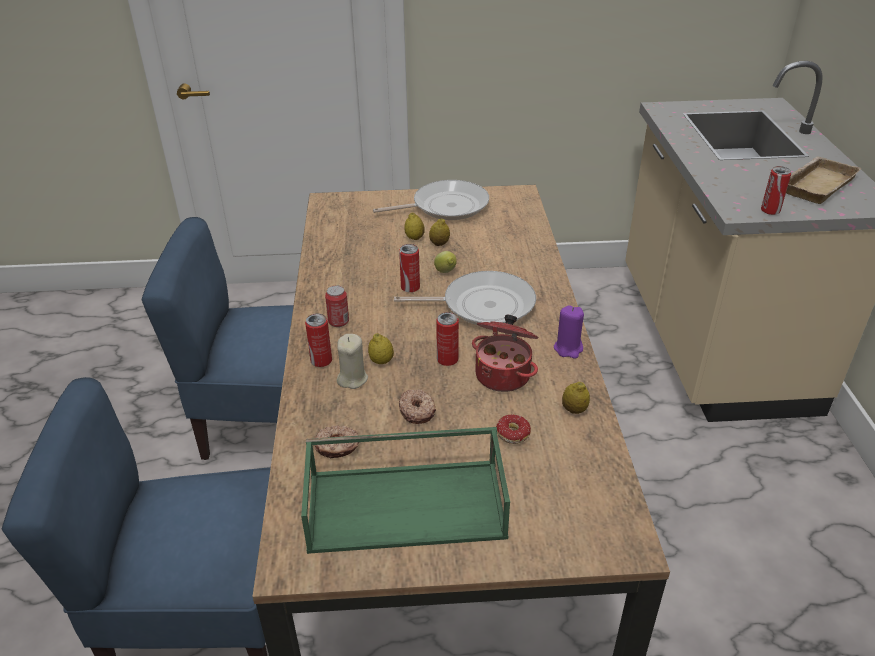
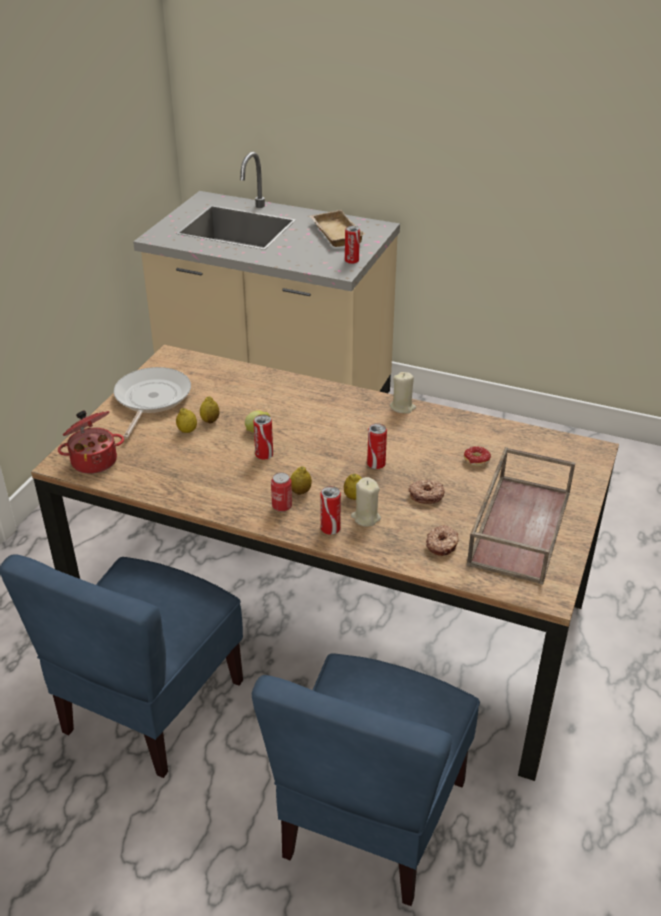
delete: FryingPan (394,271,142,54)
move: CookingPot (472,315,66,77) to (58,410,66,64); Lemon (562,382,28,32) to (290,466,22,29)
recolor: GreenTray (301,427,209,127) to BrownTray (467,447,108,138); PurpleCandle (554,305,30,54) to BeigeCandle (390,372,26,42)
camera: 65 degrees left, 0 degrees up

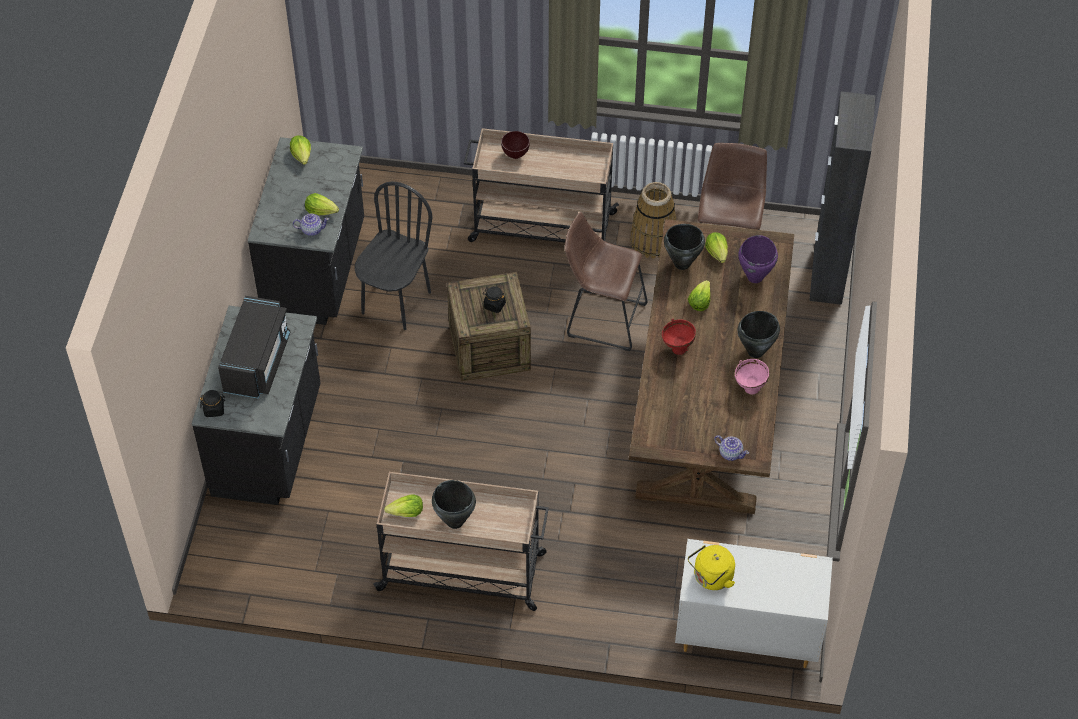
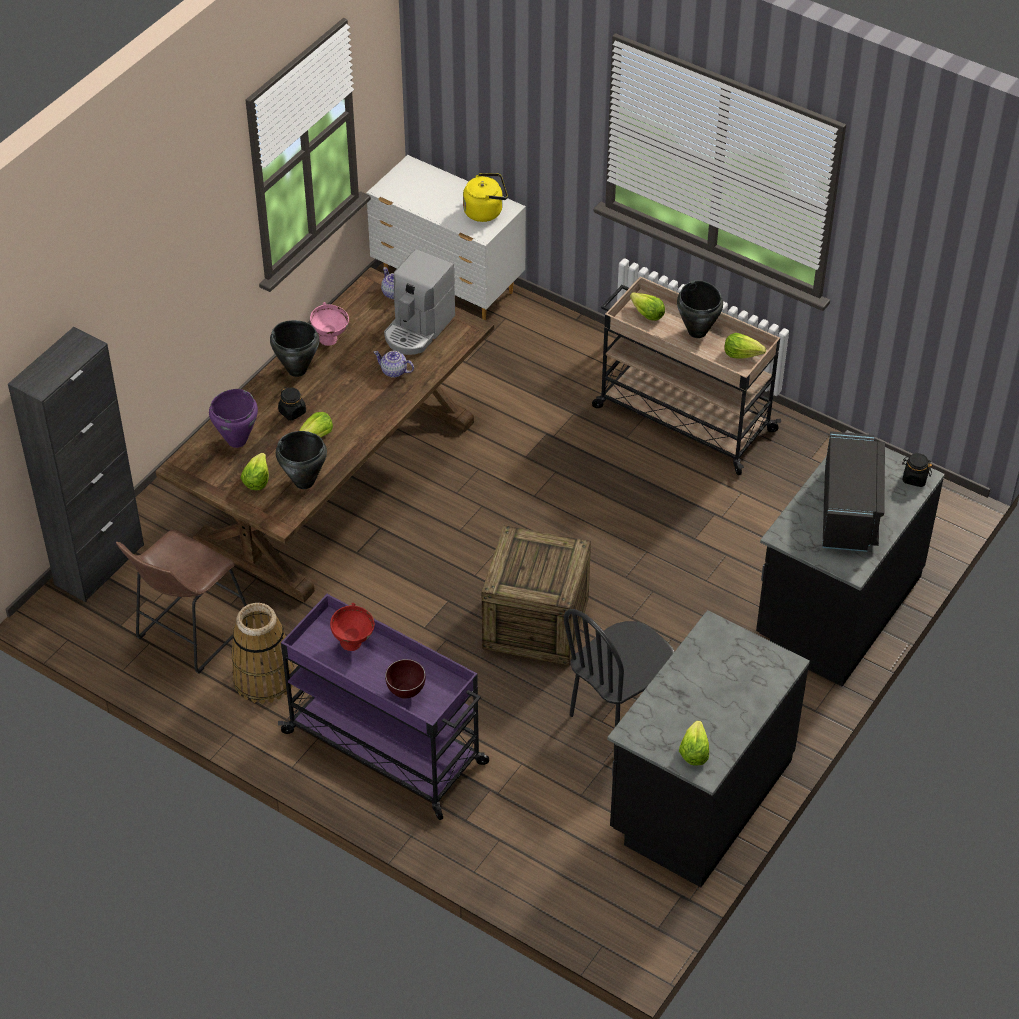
delete: BrownStool (565,212,82,139)
insert: CoffeeMachine (384,249,71,106)
move: Teapot (293,214,36,22) to (373,351,41,27); Lettuce (305,193,34,22) to (630,292,35,29); BlackJar (483,286,23,27) to (278,387,28,34); RedBowl (662,319,34,36) to (330,603,45,48)
recolor: BeigeCart (464,128,155,114) to PurpleCart (278,594,211,226)
rotate: BlackMicrowave (218,296,72,103) = (822,431,63,121) 150 degrees clockwise
camera: 155 degrees left, 5 degrees down

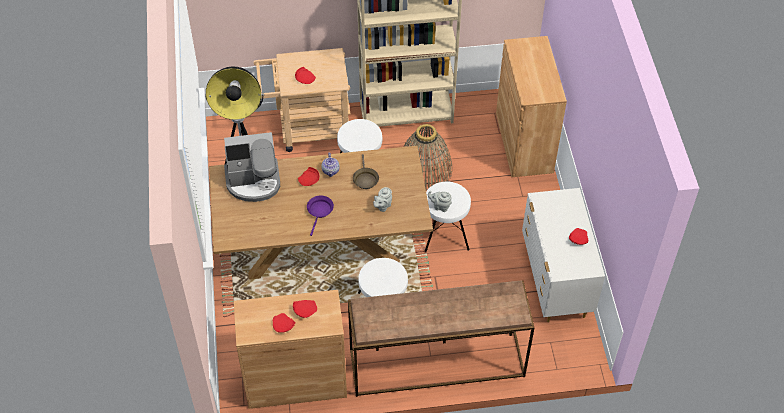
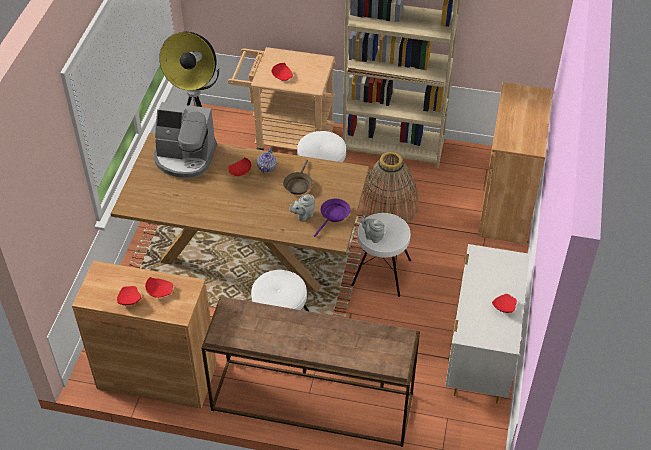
move: PurpleFryingPan (307,195,27,41) to (314,199,37,38)
camera: 20 degrees right, 5 degrees down

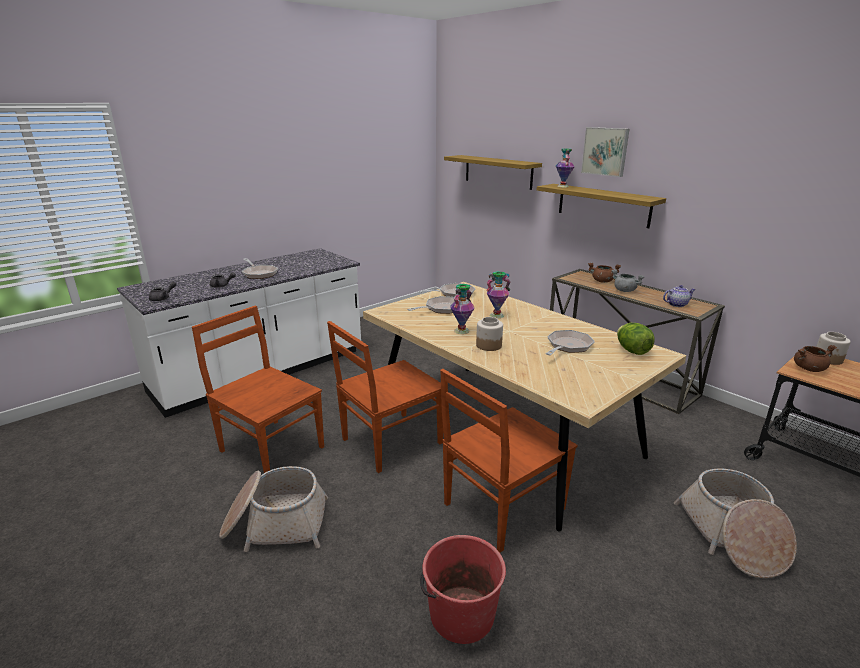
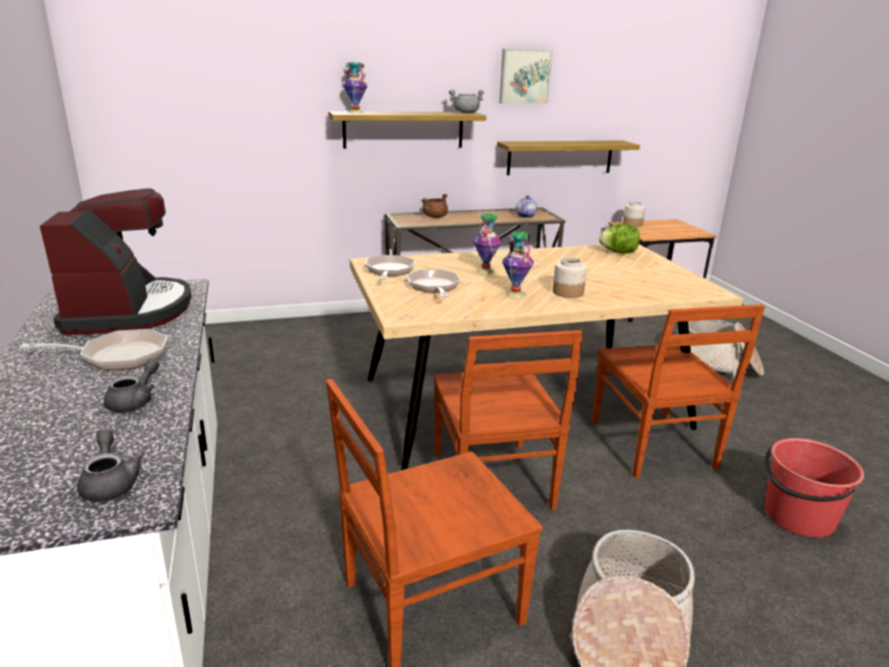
delete: FryingPan (545,330,50,25); BrownCookingPot (794,345,43,27)
insert: CoffeeMachine (40,188,152,147)
move: Shelf (444,155,98,35) to (497,141,143,34); Picture (581,127,49,50) to (499,49,54,55); GreyCookingPot (612,269,33,23) to (448,90,36,23)
camera: 65 degrees left, 0 degrees up

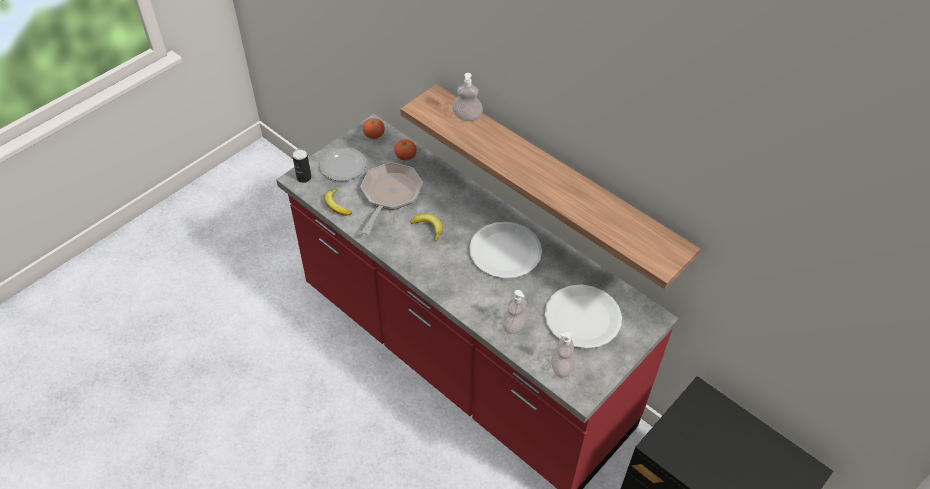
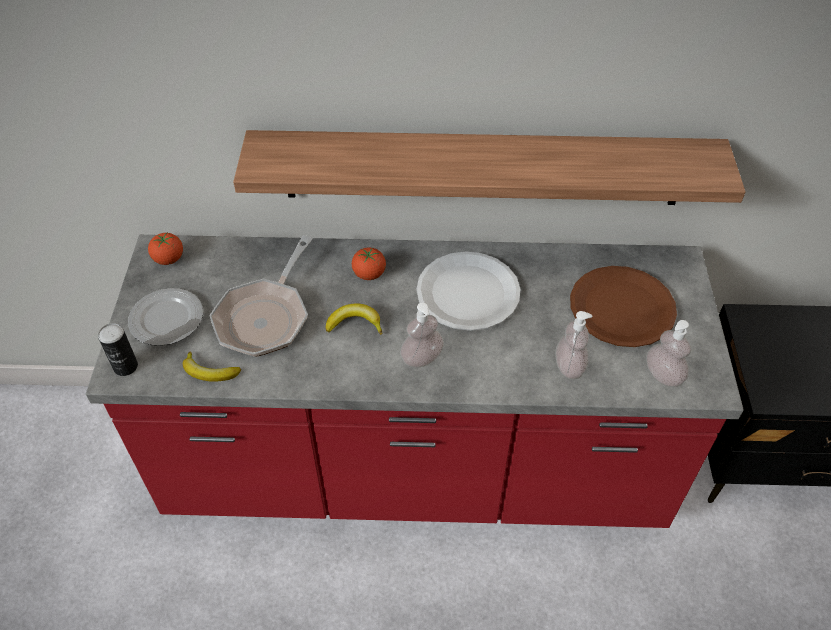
move: Tomato (395,139,22,22) to (352,248,34,32); SoapDispenser (452,73,31,48) to (400,302,44,66)
recolor: WhitePlate (545,285,77,64) to BrownPlate (570,266,107,81)
rotate: FryingPan (360,162,63,73) = (209,235,104,122) 135 degrees counterclockwise
camera: 40 degrees left, 0 degrees up

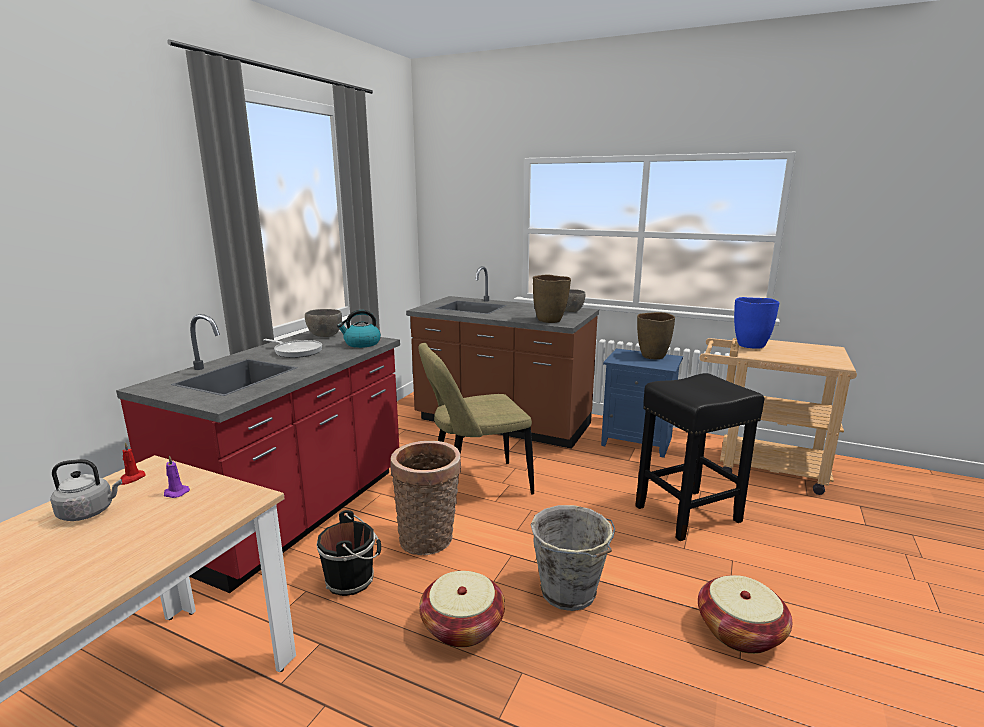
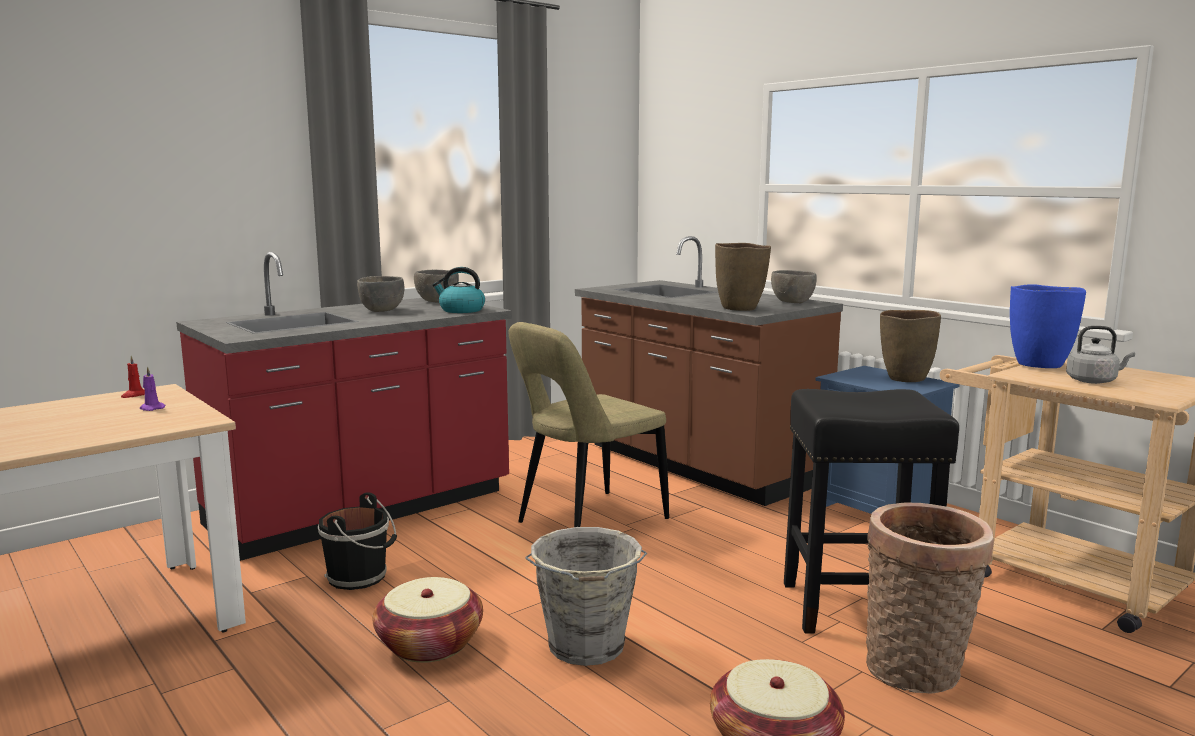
move: GreyKettle (50,459,72,62) to (1066,326,69,58); Basket (391,441,70,114) to (866,503,128,190)
replace: FryingPan (263,339,59,19) to GreyBowl (357,276,48,36)
rotate: BeigeChair (419,343,115,151) = (508,322,161,205) 45 degrees counterclockwise
camera: 25 degrees right, 5 degrees down

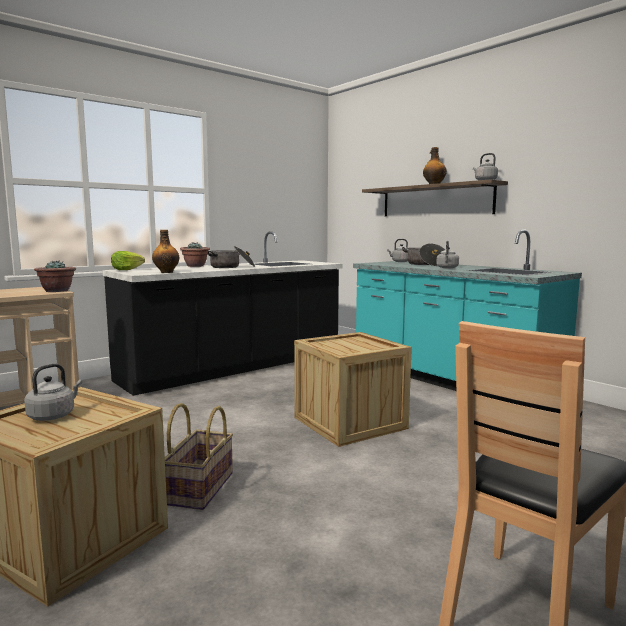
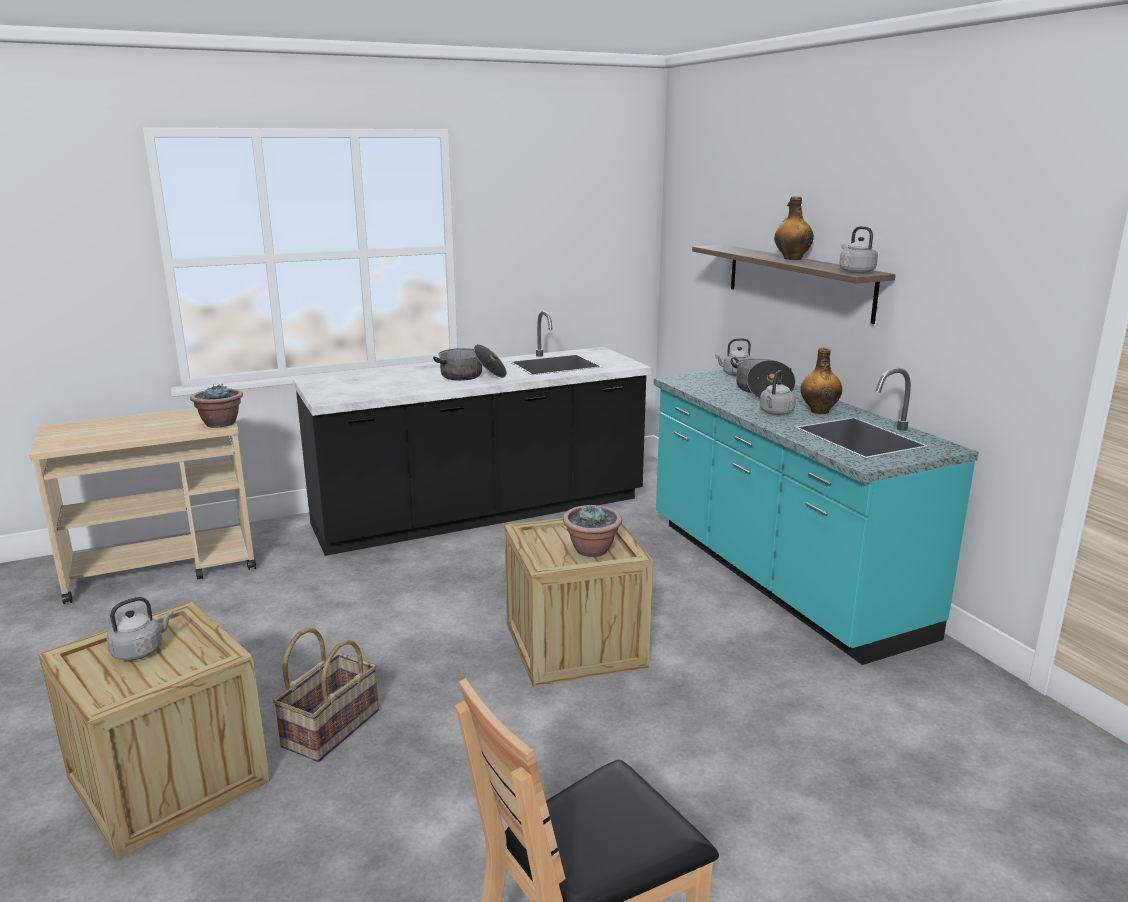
delete: Lettuce (111,251,34,19)
move: Bottle (152,230,28,43) to (801,348,41,66); PottedPlant (180,242,30,25) to (563,504,59,53)
camera: 15 degrees right, 10 degrees up

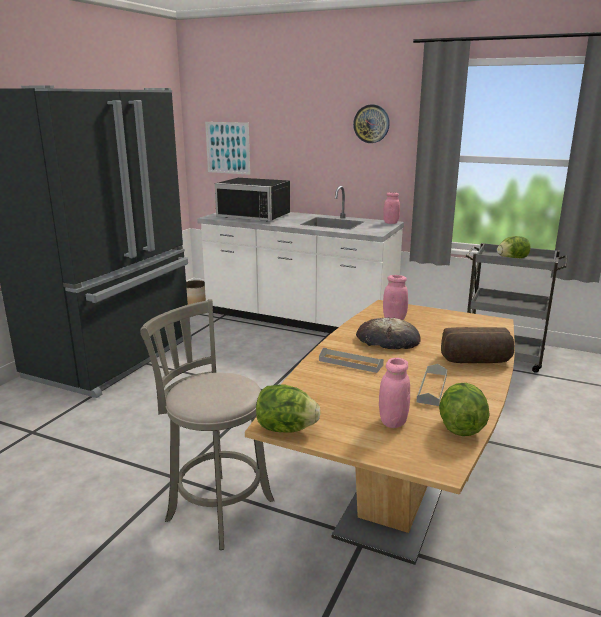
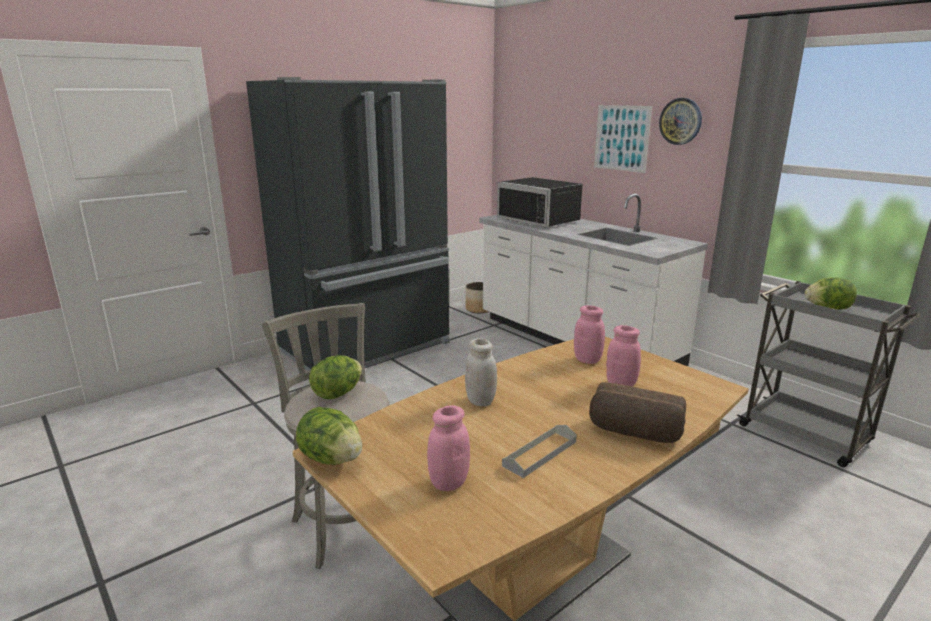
delete: Bread (356,318,65,31)
move: Picture (205,122,45,53) to (594,105,58,68); PinkJar (383,192,17,32) to (606,325,35,62); Lettuce (439,383,50,53) to (309,355,53,44)
replace: GreyTray (319,348,65,25) to WhiteJar (465,338,32,68)
camera: 25 degrees right, 0 degrees up

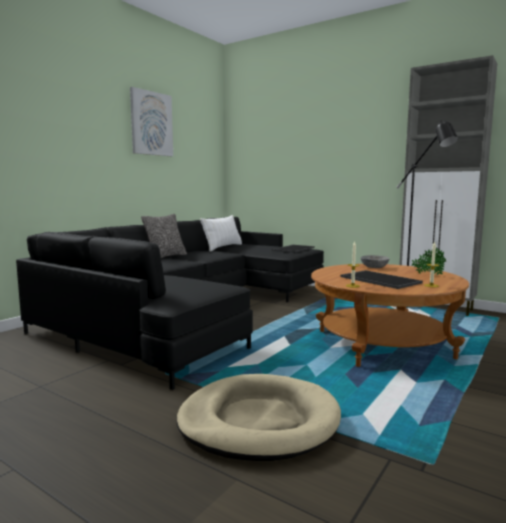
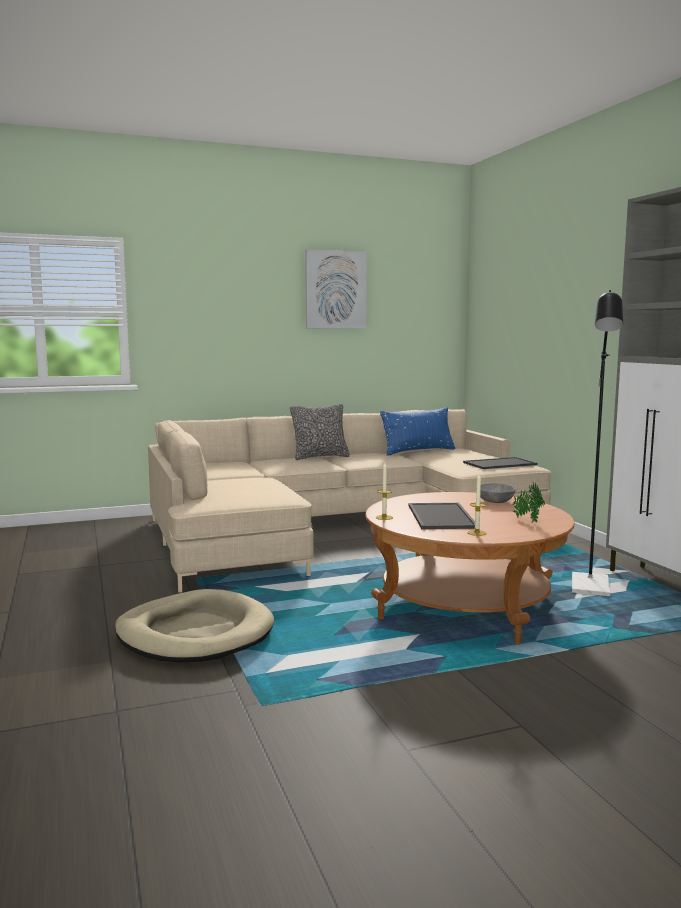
recolor: BlackSofa (16,217,308,173) to BeigeSofa (148,409,403,184); WhitePillow (200,215,42,37) to BluePillow (380,407,75,49)
camera: 35 degrees right, 0 degrees up

